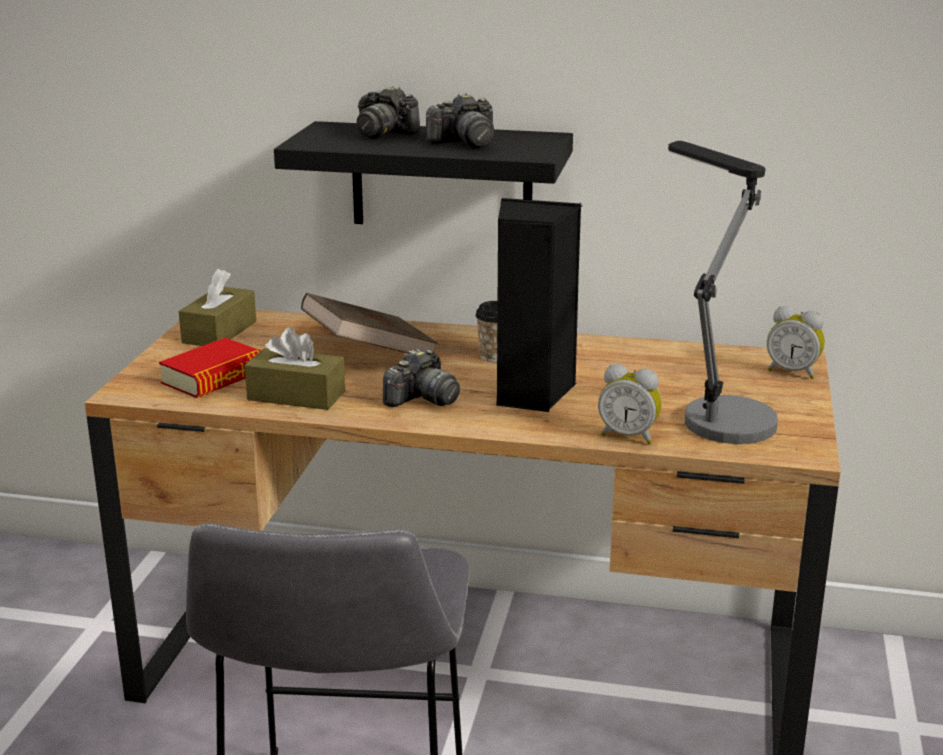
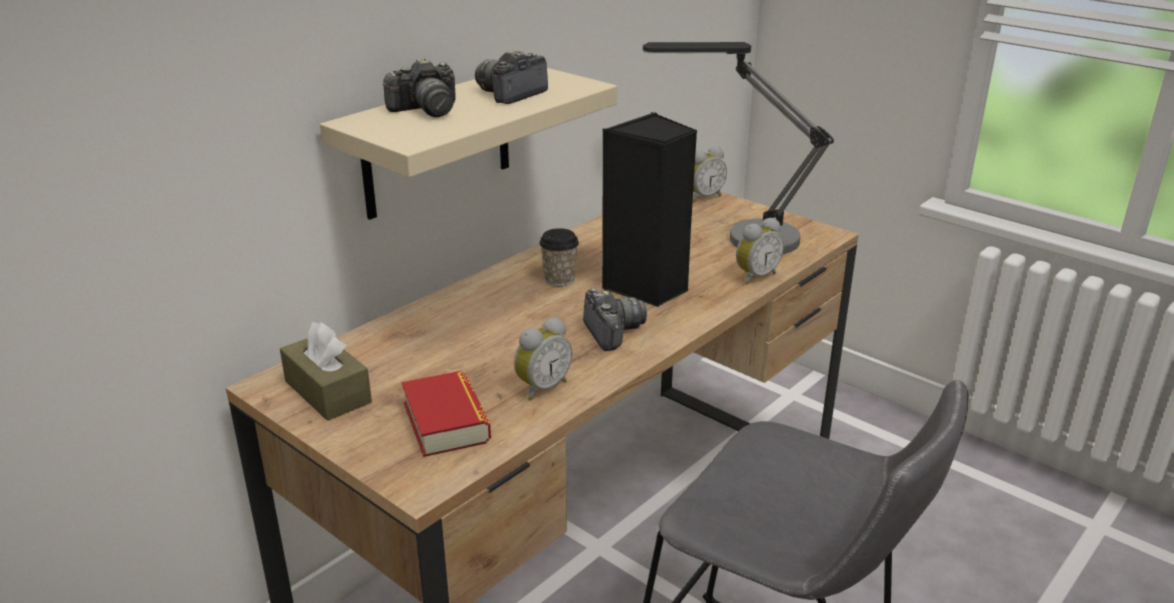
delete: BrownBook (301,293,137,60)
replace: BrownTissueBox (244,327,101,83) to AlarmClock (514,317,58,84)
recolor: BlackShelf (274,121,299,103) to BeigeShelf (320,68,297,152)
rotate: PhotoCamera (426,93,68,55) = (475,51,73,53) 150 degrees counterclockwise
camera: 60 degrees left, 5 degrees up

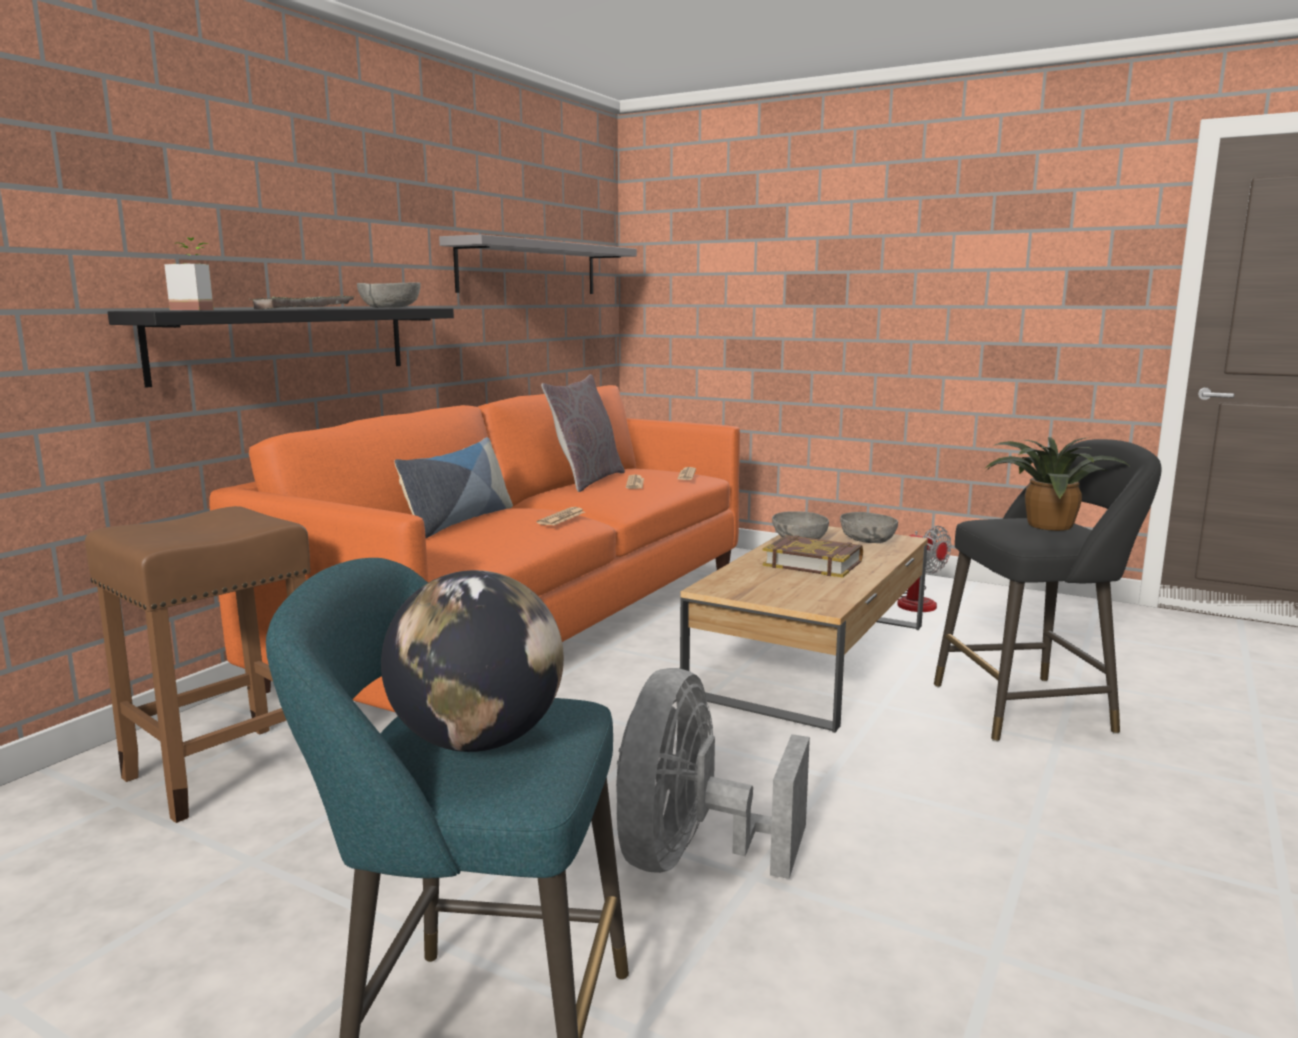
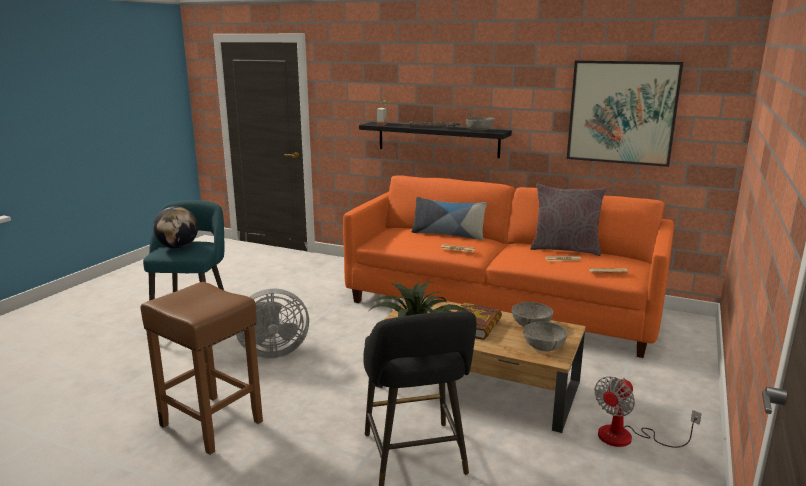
move: BrownStool (85,506,225,317) to (140,282,123,173)
replace: GreyShelf (439,235,198,59) to Picture (567,60,116,107)
rotate: GreyFan (616,668,194,211) = (236,289,73,70) 150 degrees clockwise
camera: 85 degrees right, 5 degrees up

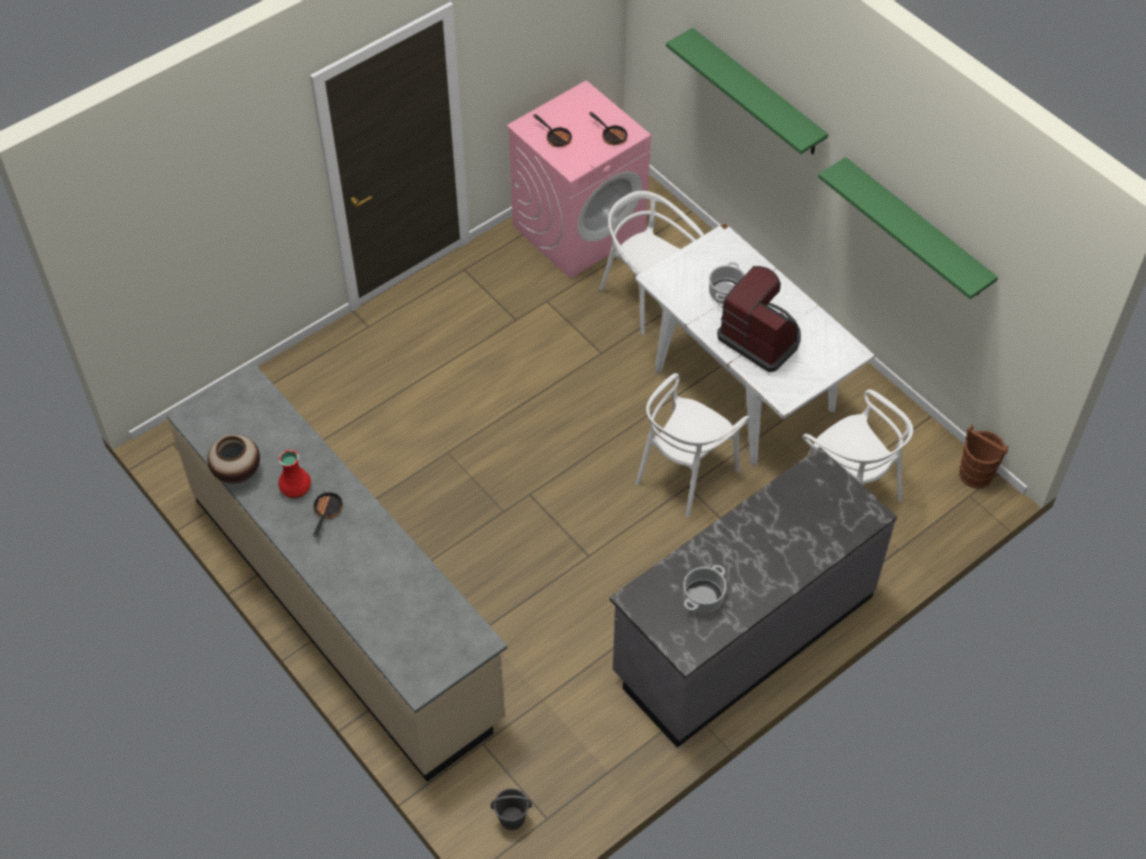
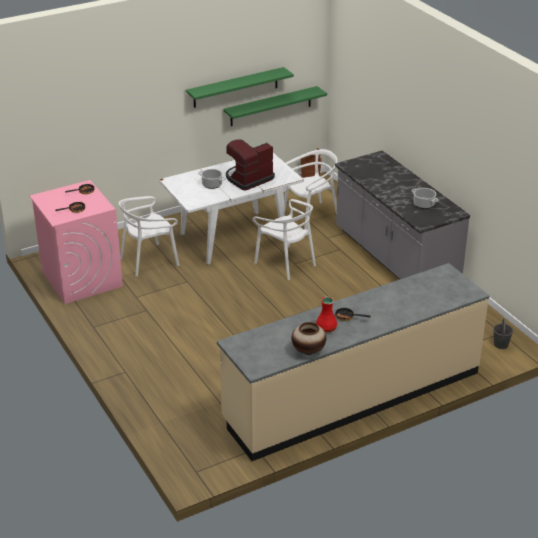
move: GreenShelf (666,28,162,126) to (223,86,104,40)
camera: 80 degrees left, 20 degrees down

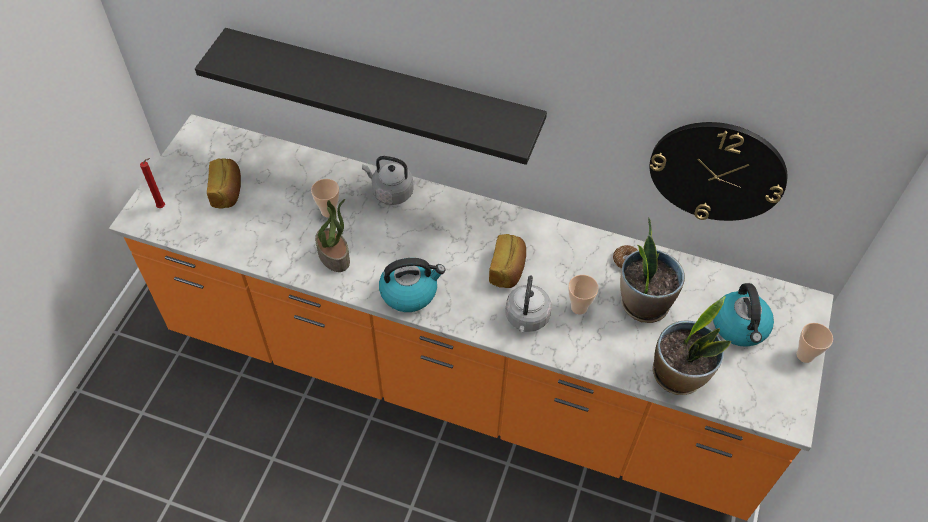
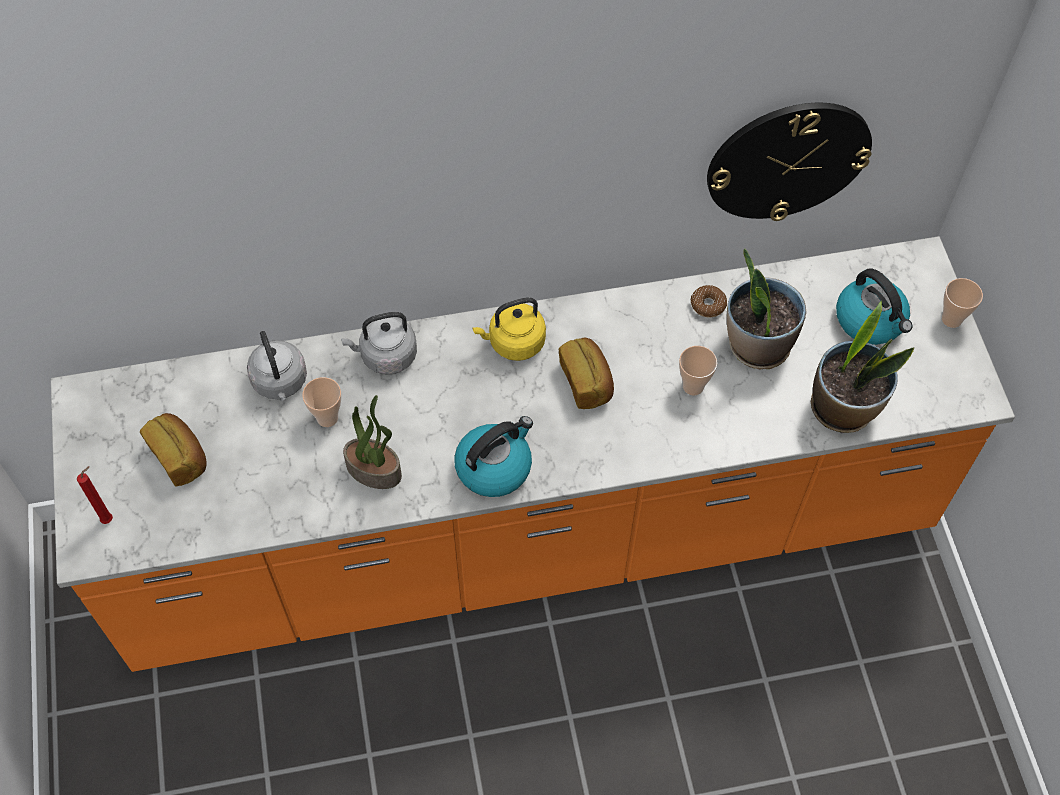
delete: BlackShelf (195,28,352,137)
insert: YellowKettle (473,297,73,64)
move: GreyKettle (506,275,46,57) to (247,331,60,70)
camera: 30 degrees left, 5 degrees up

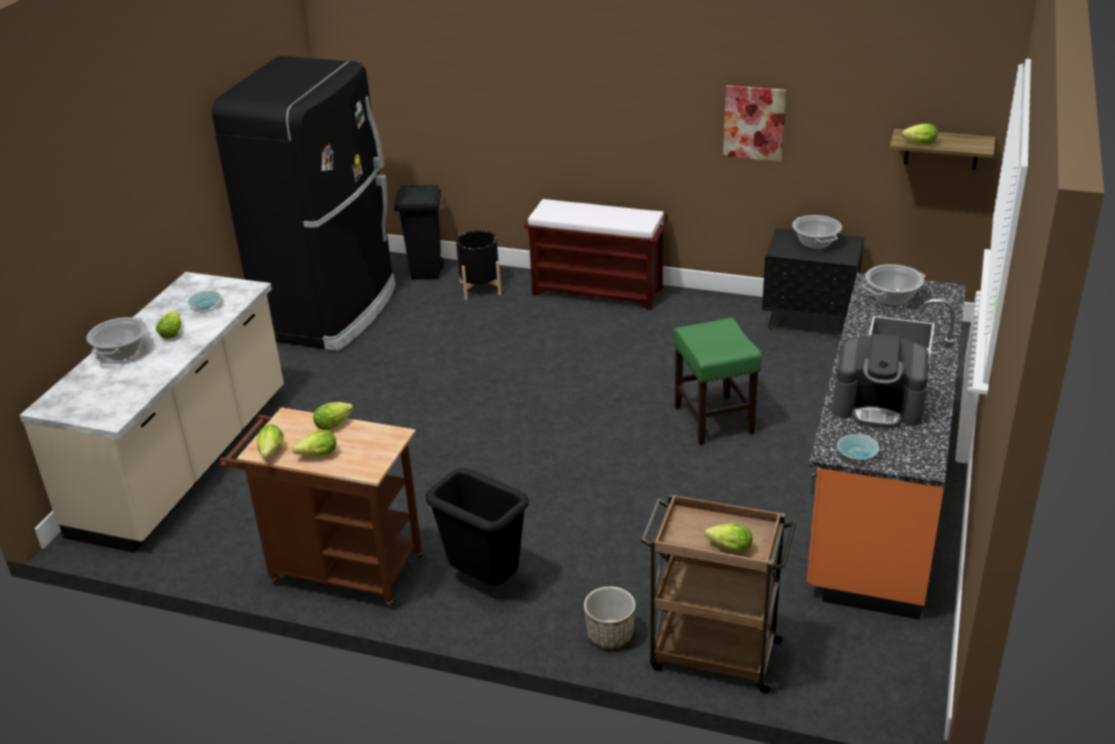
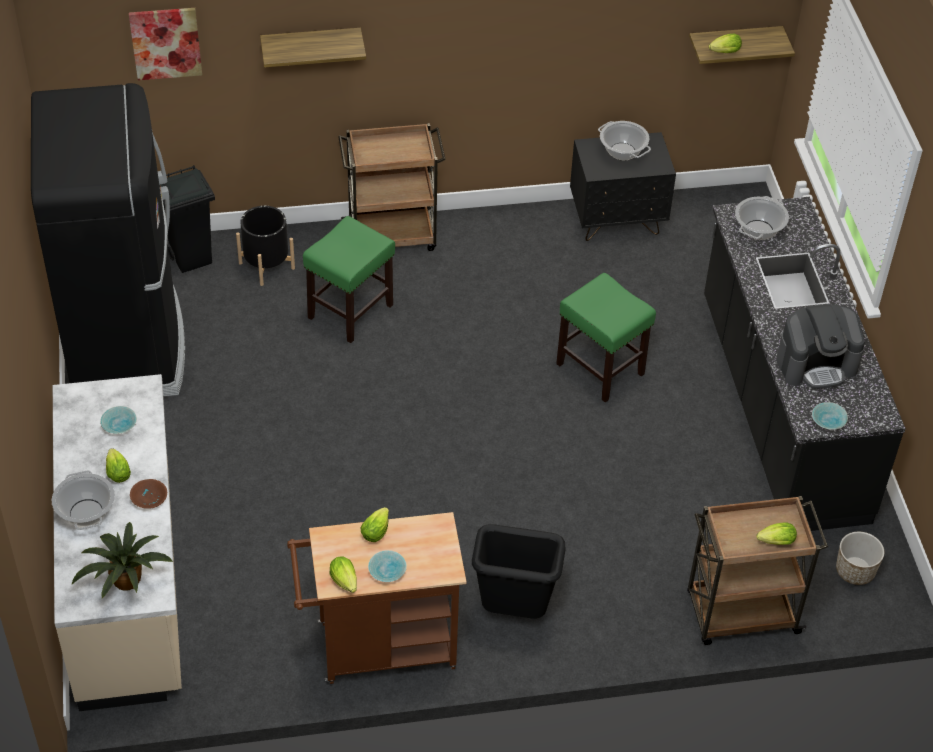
insert: PottedPlant (71,522,102,76); BrownBowl (130,479,37,30); Shelf (260,28,106,39); GreenStool (303,216,92,127)
move: Planter (584,586,51,63) to (836,532,48,53); Picture (723,85,64,77) to (129,8,73,72)
replace: Lettuce (293,430,43,26) to TurquoiseBowl (368,550,39,32); BrownBench (524,199,144,111) to BrownCart (338,123,108,128)
recolor: OrangeCounter (807,273,159,347) to BlackCounter (704,197,202,334)
camera: 30 degrees left, 15 degrees up

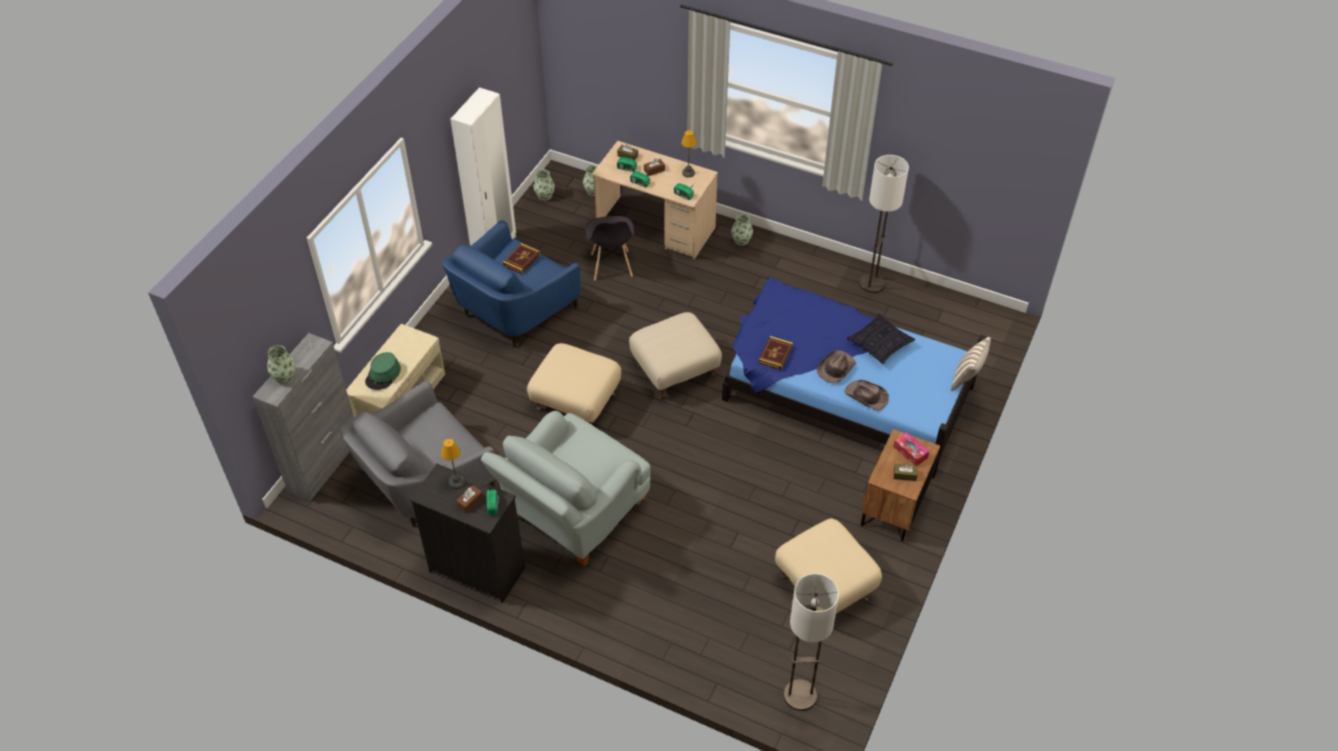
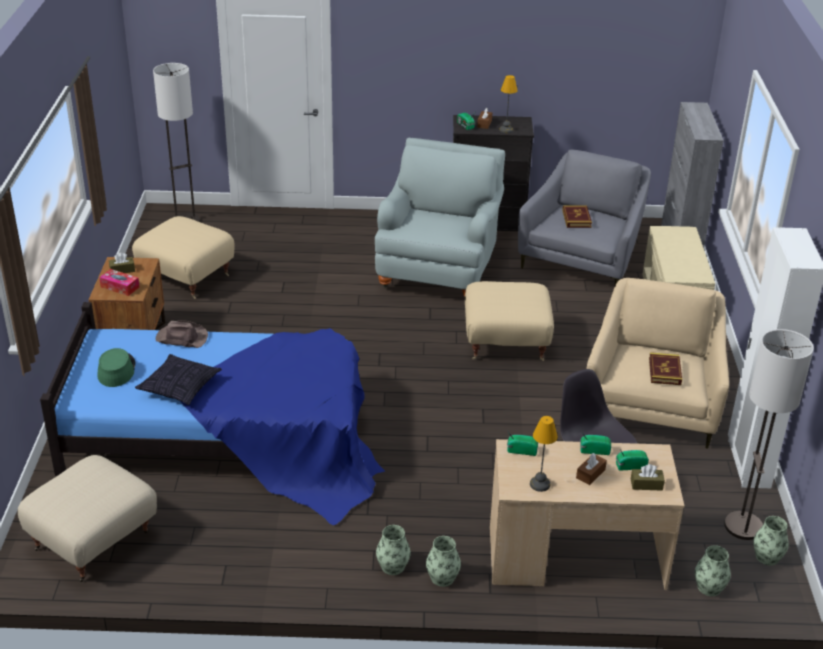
delete: BrownHat (817,350,39,33); Pillow (951,337,40,54)
move: Vase (267,345,29,39) to (376,525,35,50); GreenHat (365,352,36,38) to (98,348,38,39); BeigeOttoman (629,312,93,87) to (18,455,139,127); Book (758,336,35,34) to (562,205,30,23); FloorLamp (859,155,50,138) to (724,329,90,211)
recolor: BlueArmchair (442,220,139,126) to BeigeArmchair (587,278,142,171)
camera: 155 degrees right, 15 degrees down

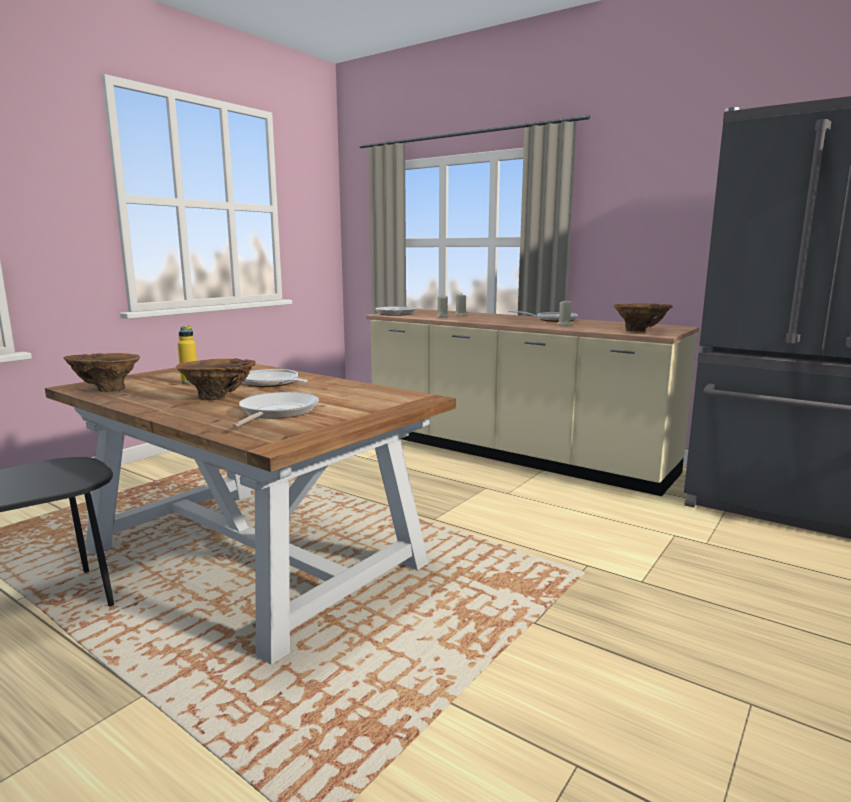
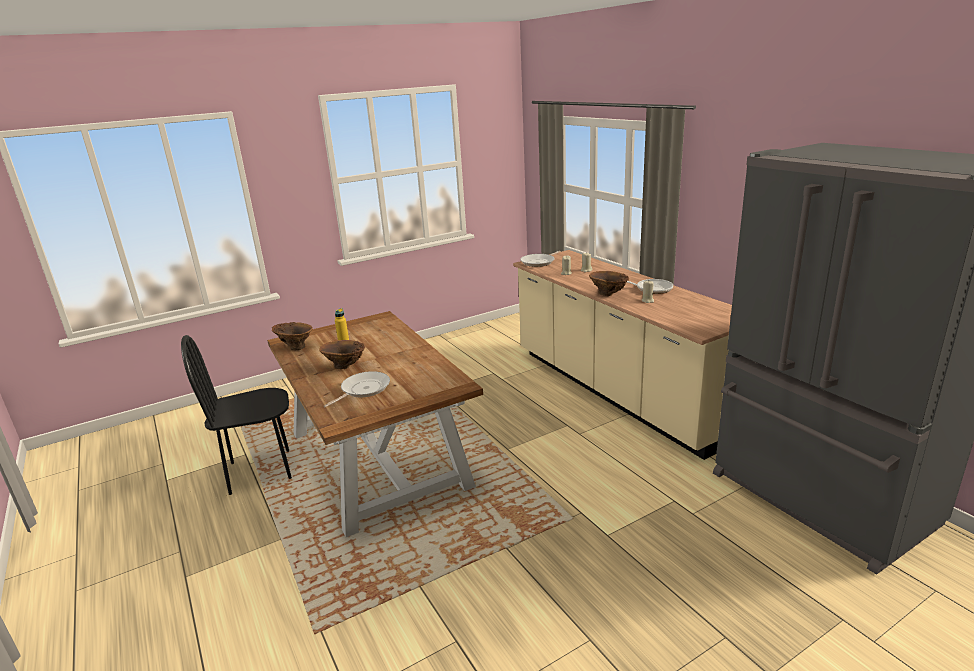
delete: FryingPan (243,369,65,18)
move: BrownVase (613,303,60,29) to (589,271,40,25)
camera: 25 degrees right, 10 degrees up

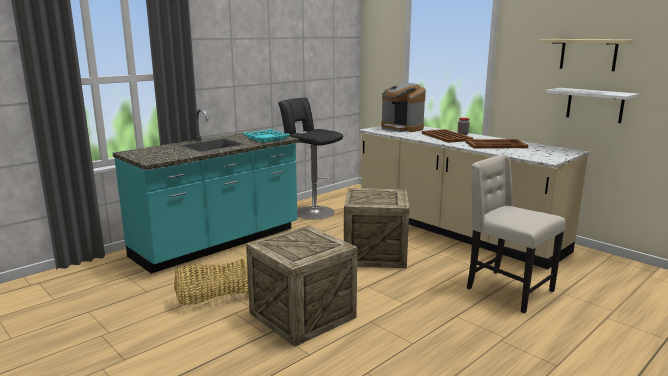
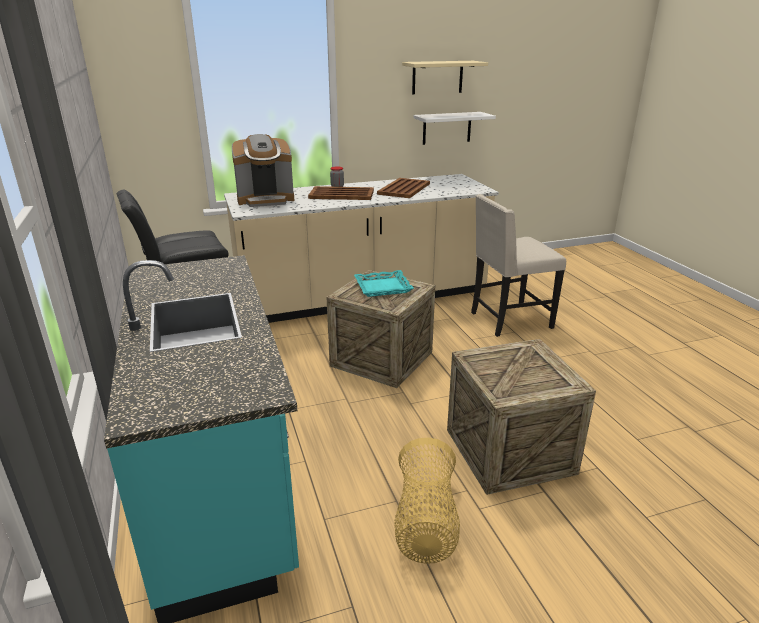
move: TurquoiseTray (243,129,47,13) to (354,270,60,27)
camera: 65 degrees left, 10 degrees up

